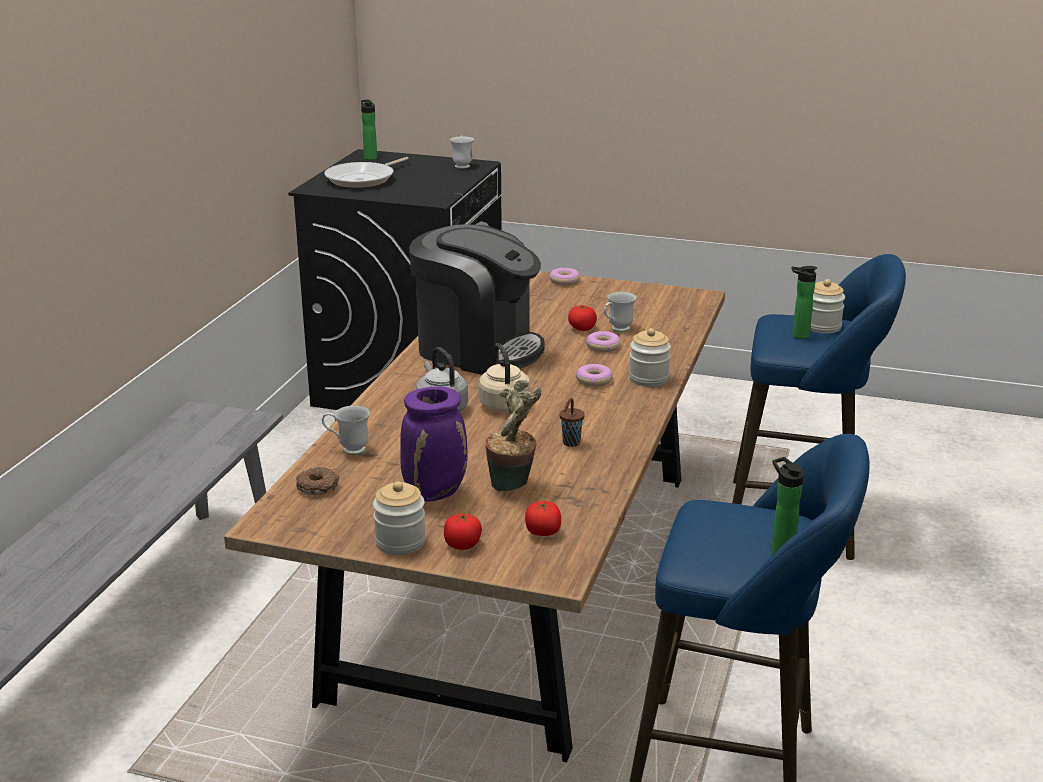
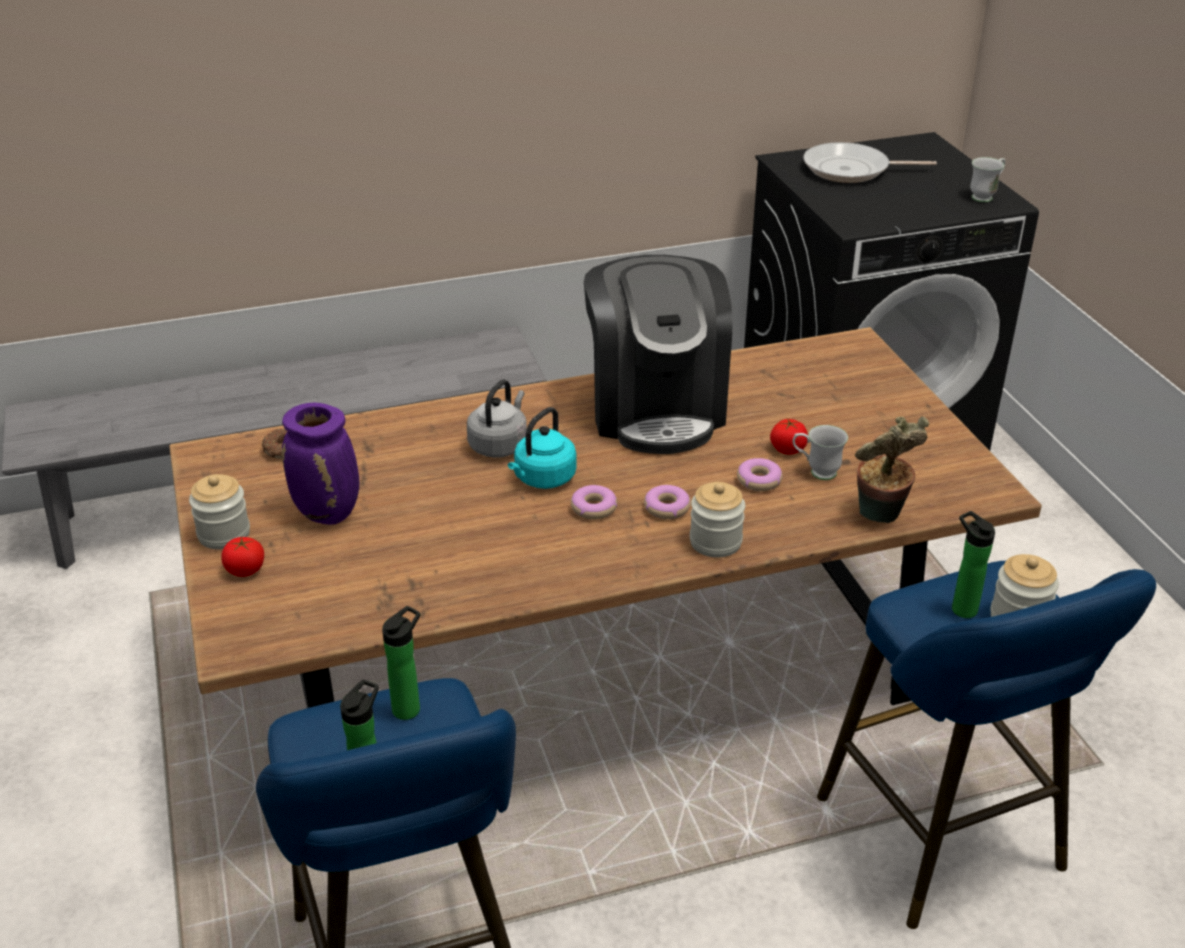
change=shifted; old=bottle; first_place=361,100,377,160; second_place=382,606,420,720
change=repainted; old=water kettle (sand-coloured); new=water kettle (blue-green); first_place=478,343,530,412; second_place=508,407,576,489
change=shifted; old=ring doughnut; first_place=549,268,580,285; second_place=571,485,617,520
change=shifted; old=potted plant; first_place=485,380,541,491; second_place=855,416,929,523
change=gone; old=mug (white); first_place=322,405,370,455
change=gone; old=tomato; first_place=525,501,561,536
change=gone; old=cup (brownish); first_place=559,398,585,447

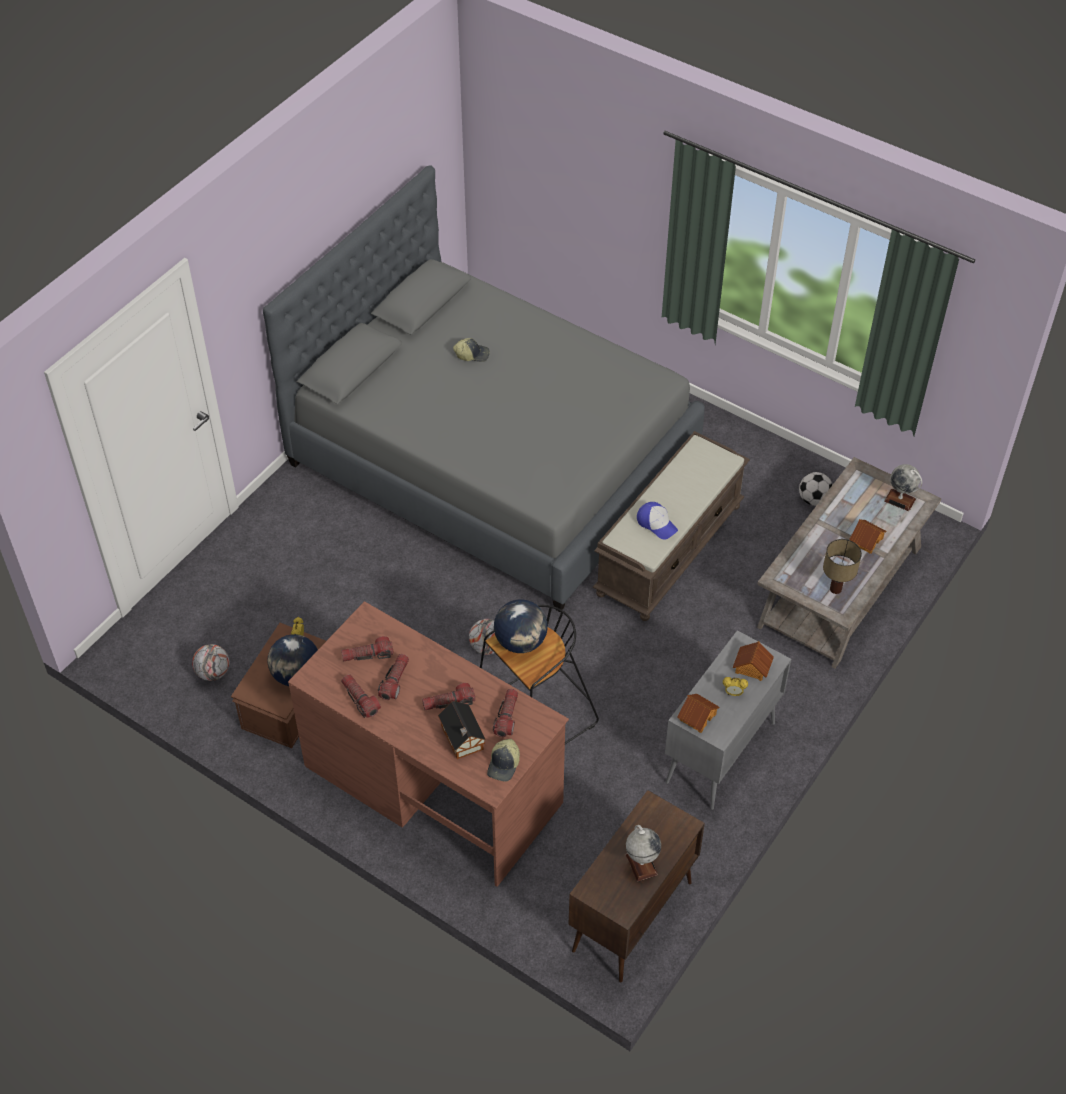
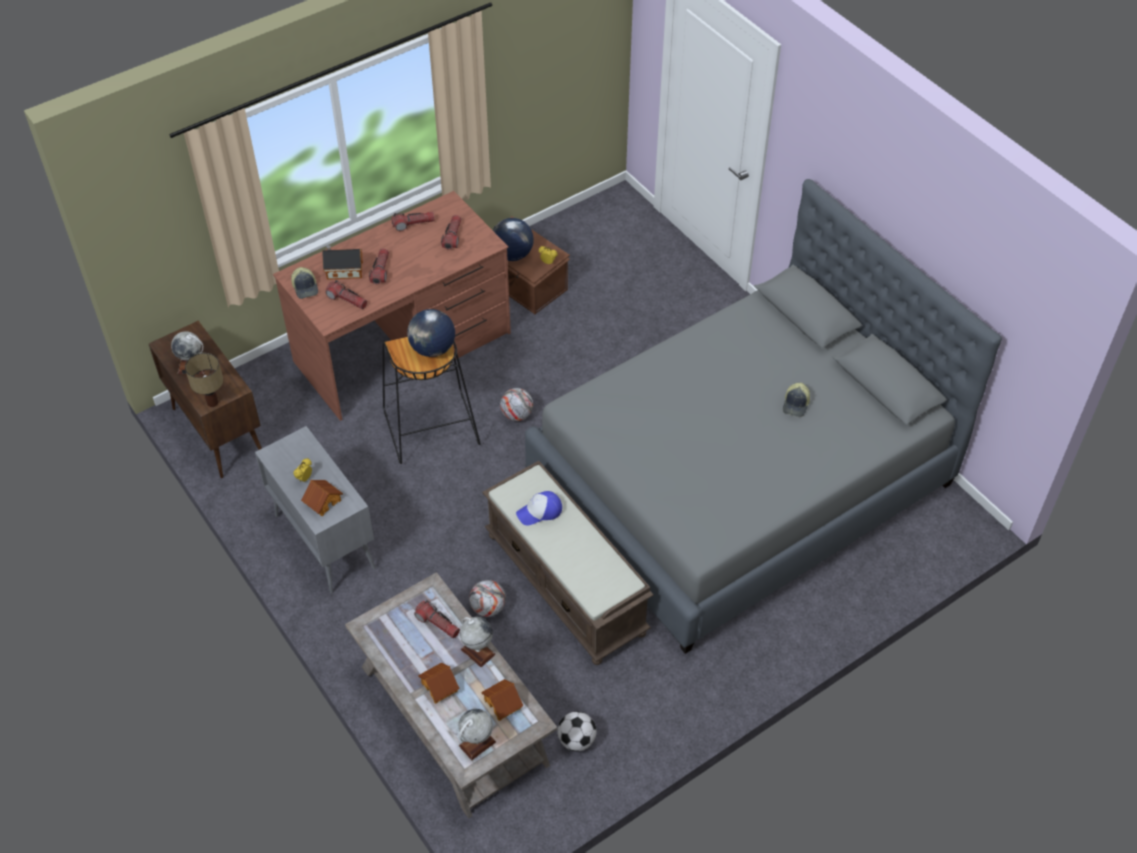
change=shifted; old=table lamp; first_place=823,539,862,594; second_place=185,353,224,407
change=rotated; old=cap; first_place=487,739,520,782; second_place=291,267,318,299; degrees=-150
change=shifted; old=flashlight; first_place=378,654,409,700; second_place=414,600,460,638
change=new; new=world globe; second_place=460,617,496,667
change=shifted; old=football ball; first_place=192,644,229,681; second_place=469,580,506,617
change=shifted; old=miniature house; first_place=677,694,719,733; second_place=481,679,523,721

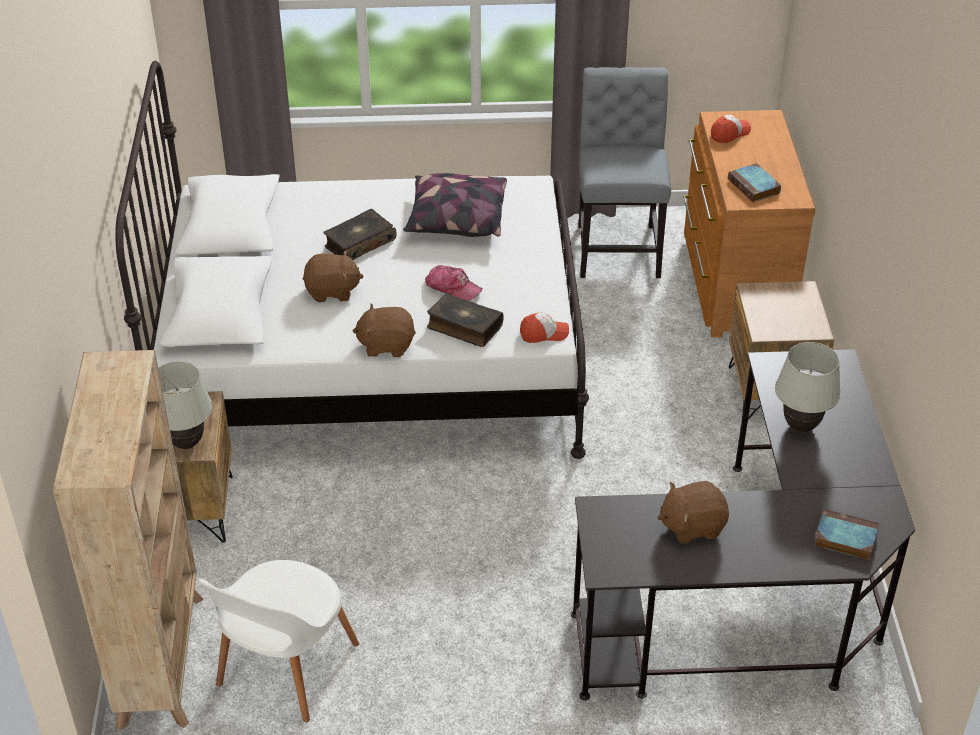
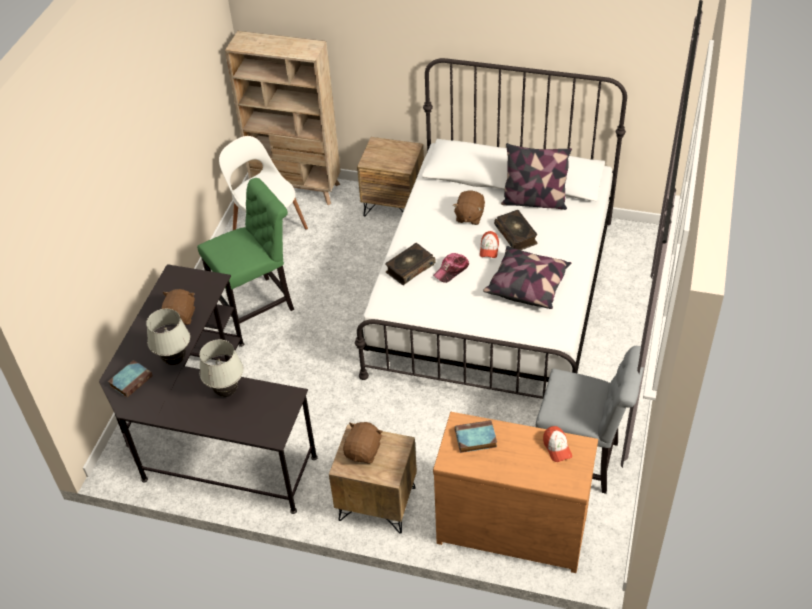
change=shifted; old=table lamp (white); first_place=158,361,213,449; second_place=146,309,190,365
change=new; new=upright chair (green-coloured); second_place=197,178,294,334
change=shifted; old=cuddly toy (brownish); first_place=352,304,416,357; second_place=343,422,383,463
change=shifted; old=cap; first_place=520,313,569,343; second_place=480,231,499,258
change=new; new=cushion; second_place=501,143,572,210

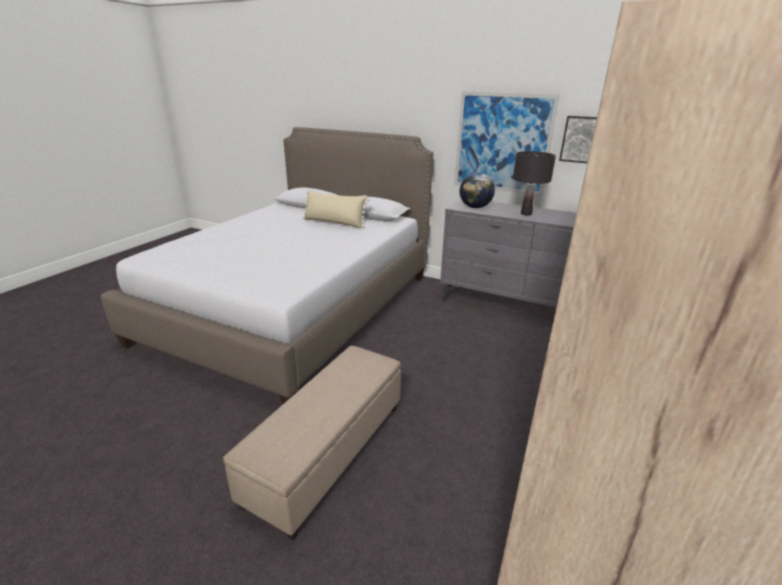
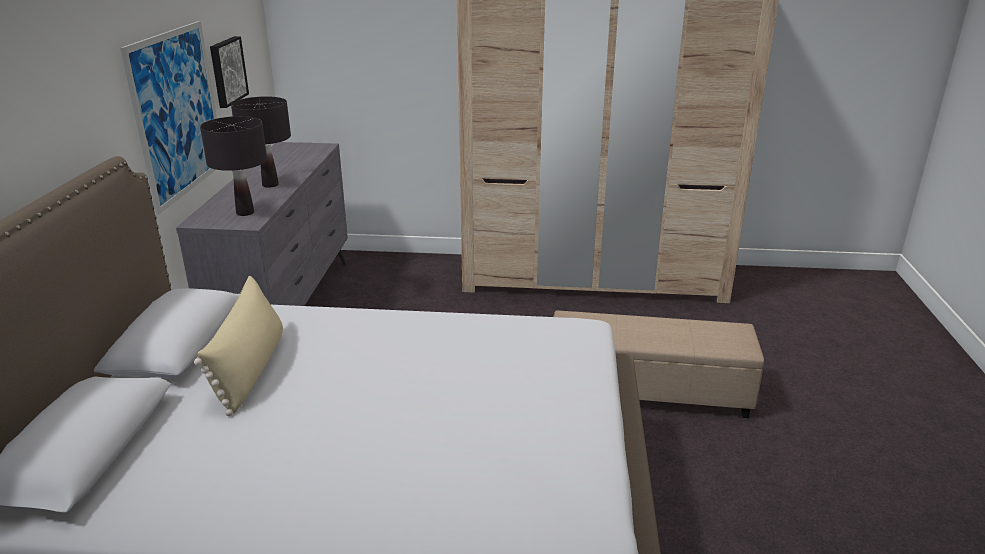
change=swapped; old=world globe; new=table lamp (black-coloured); first_place=460,173,495,208; second_place=200,116,267,216

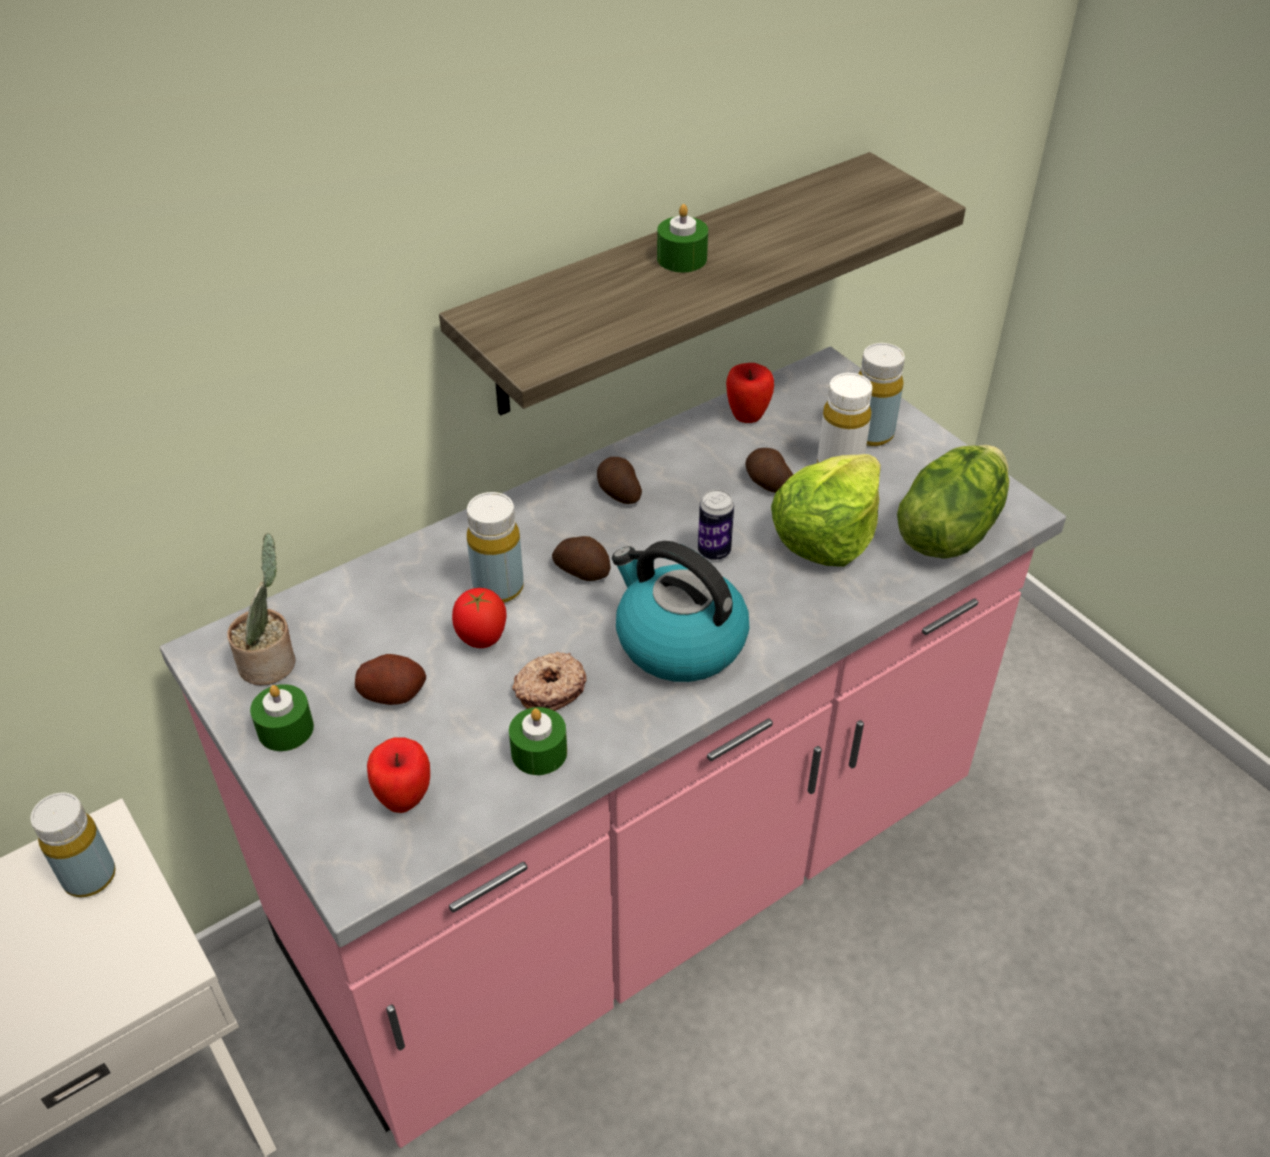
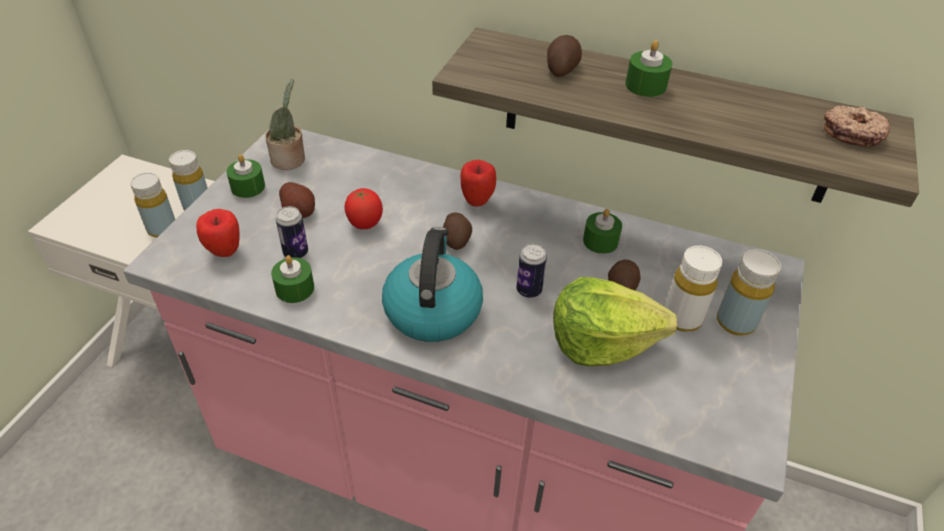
change=shifted; old=bottle (yellow); first_place=467,492,524,603; second_place=130,172,175,238
change=new; new=metal can; second_place=276,206,308,258
change=shifted; old=whole apple; first_place=726,363,774,423; second_place=461,160,496,207
change=shifted; old=potato; first_place=597,457,642,504; second_place=547,35,582,77
change=new; new=candle (green-coloured); second_place=583,209,622,254
change=shifted; old=ring doughnut; first_place=512,652,587,711; second_place=824,106,890,146
change=gone; old=head of lettuce; first_place=897,445,1009,559

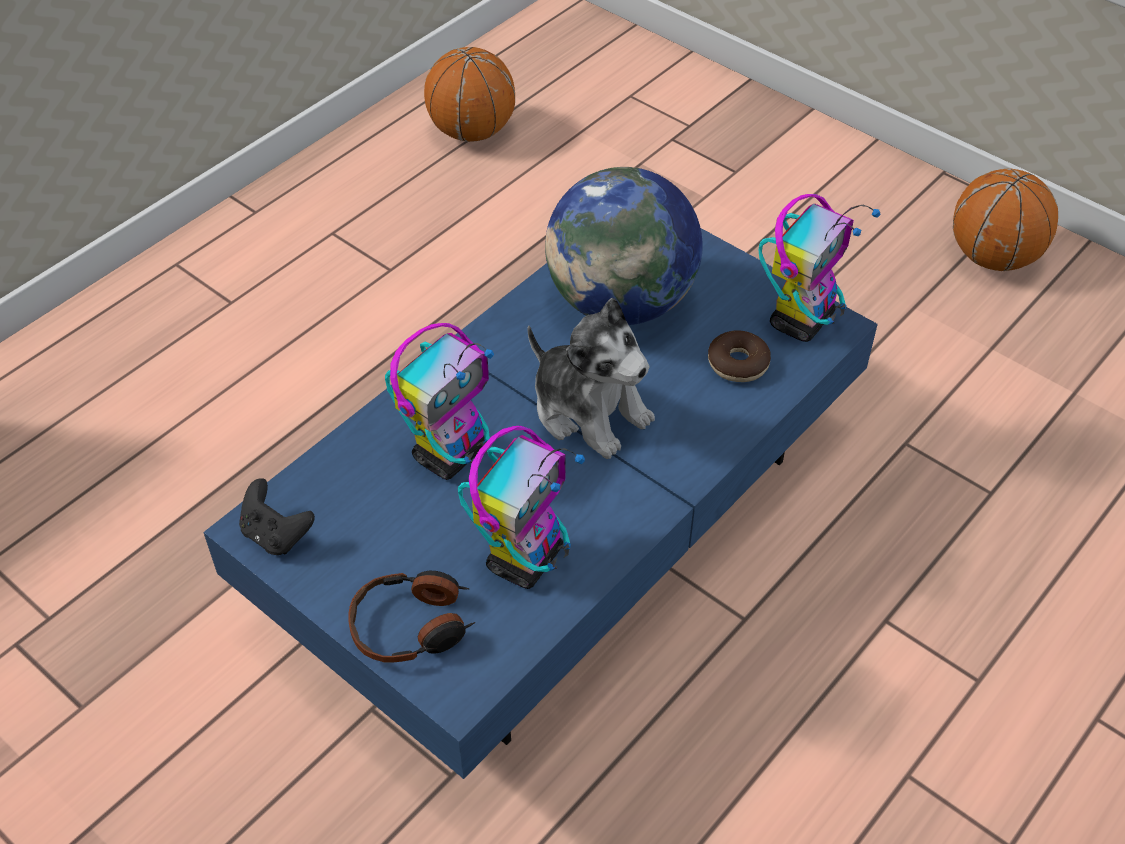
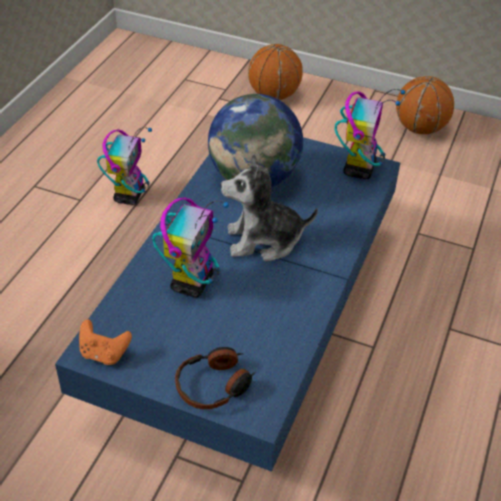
change=repainted; old=gamepad (black-coloured); new=gamepad (orangey); first_place=239,478,315,555; second_place=79,319,132,365
change=shifted; old=model robot; first_place=458,426,585,589; second_place=97,127,152,205
change=rotated; old=cuddly toy; first_place=528,298,655,459; second_place=220,154,318,262; degrees=150
change=shifted; old=basketball ball; first_place=424,47,515,142; second_place=248,44,303,100
change=gone; old=ring doughnut; first_place=708,330,771,382

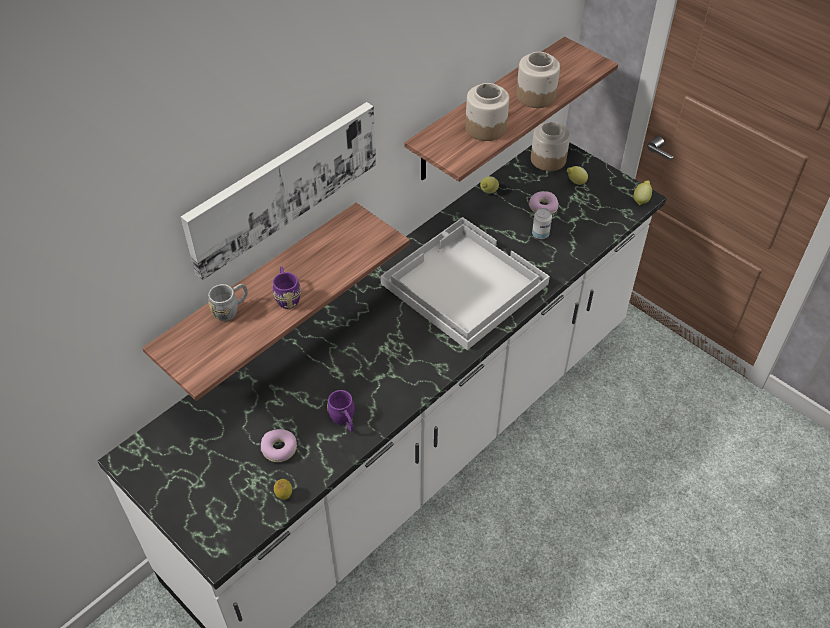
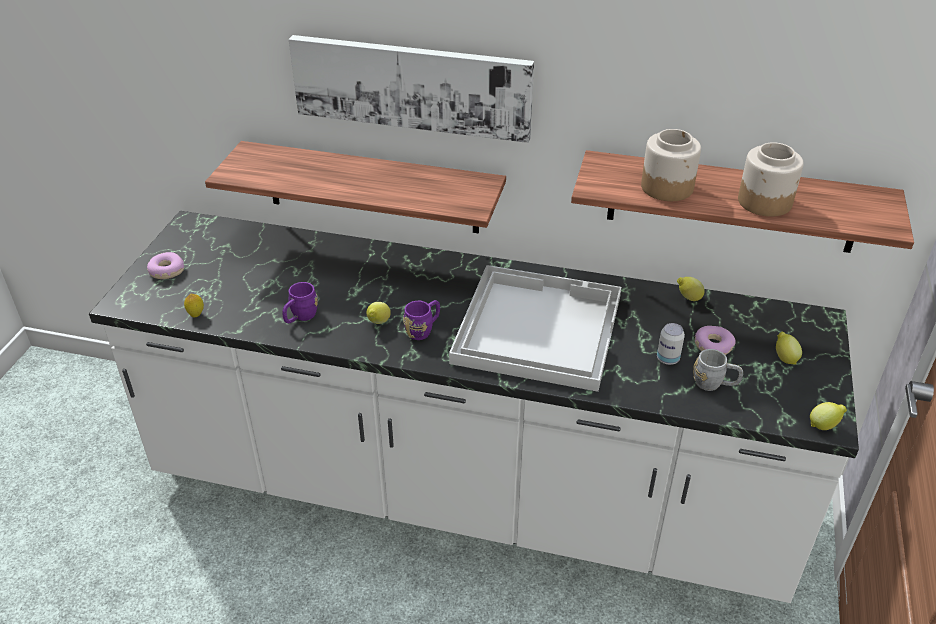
change=shifted; old=ring doughnut; first_place=261,429,297,462; second_place=147,252,184,279
change=new; new=whole lemon; second_place=367,302,391,324
change=shifted; old=mug (purple-coloured); first_place=273,267,301,309; second_place=403,300,440,340
change=shifted; old=mug (gray); first_place=208,284,248,321; second_place=693,349,743,391
change=gone; old=jar; first_place=531,122,570,171

